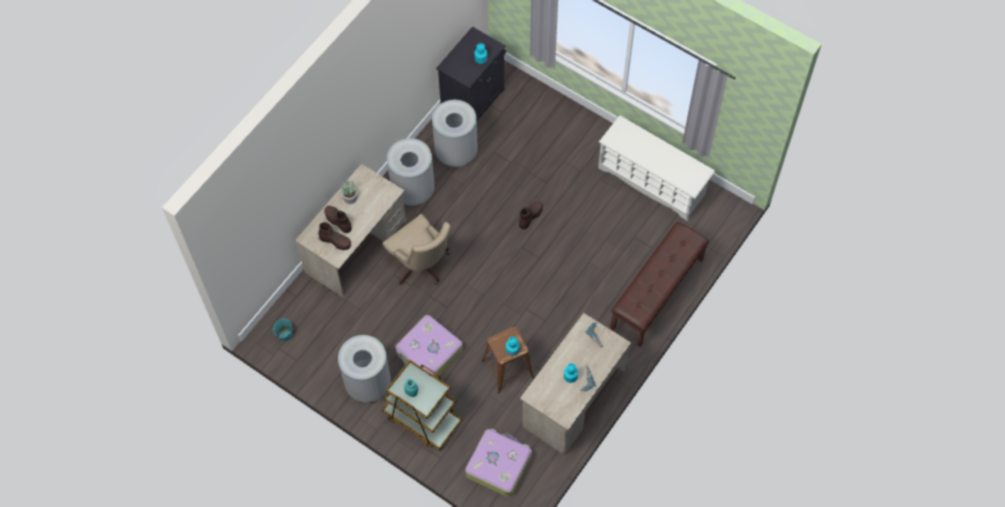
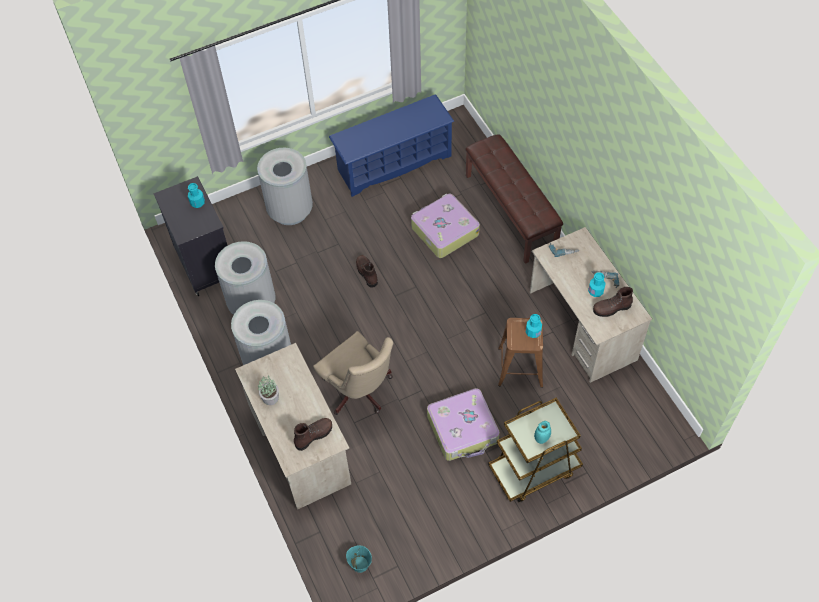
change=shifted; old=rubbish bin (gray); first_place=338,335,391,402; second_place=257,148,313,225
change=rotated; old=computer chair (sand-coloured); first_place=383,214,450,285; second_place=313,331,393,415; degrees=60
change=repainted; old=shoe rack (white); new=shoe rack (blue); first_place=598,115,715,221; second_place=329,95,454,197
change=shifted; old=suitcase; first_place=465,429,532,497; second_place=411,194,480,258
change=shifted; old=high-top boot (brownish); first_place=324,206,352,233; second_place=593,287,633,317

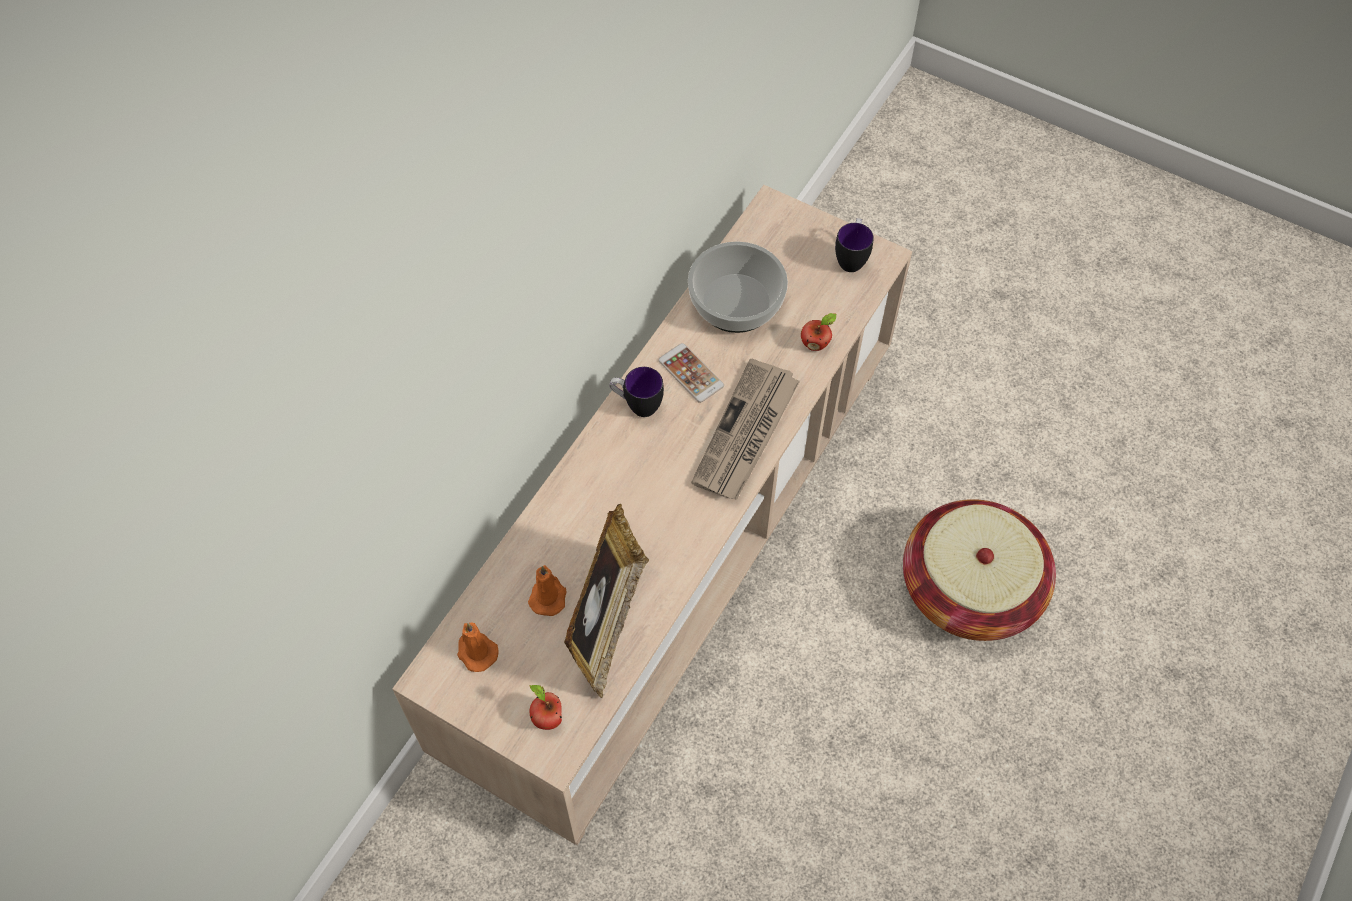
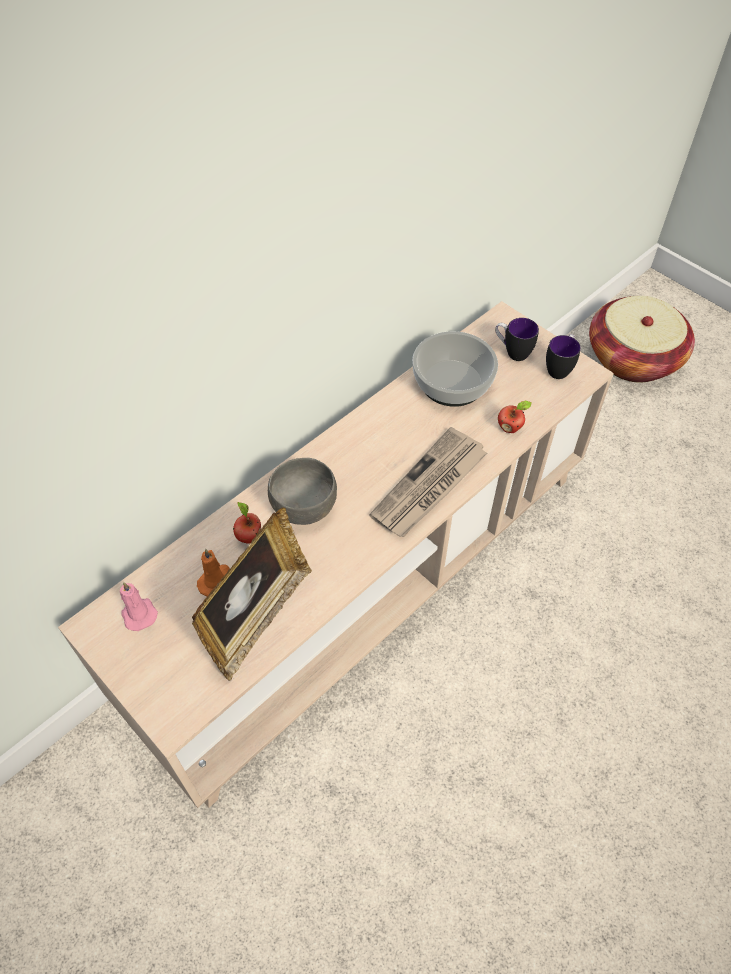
change=repainted; old=candle (orangey); new=candle (pinkish); first_place=457,623,499,672; second_place=120,582,158,631
change=shifted; old=whole apple; first_place=530,685,562,730; second_place=233,502,261,544
change=new; new=serving bowl (gray); second_place=268,458,337,525
change=shifted; old=mug; first_place=610,367,664,417; second_place=495,318,539,361
change=shifted; old=basket; first_place=903,499,1056,641; second_place=589,296,695,382
change=gone; old=phone; first_place=658,343,724,403

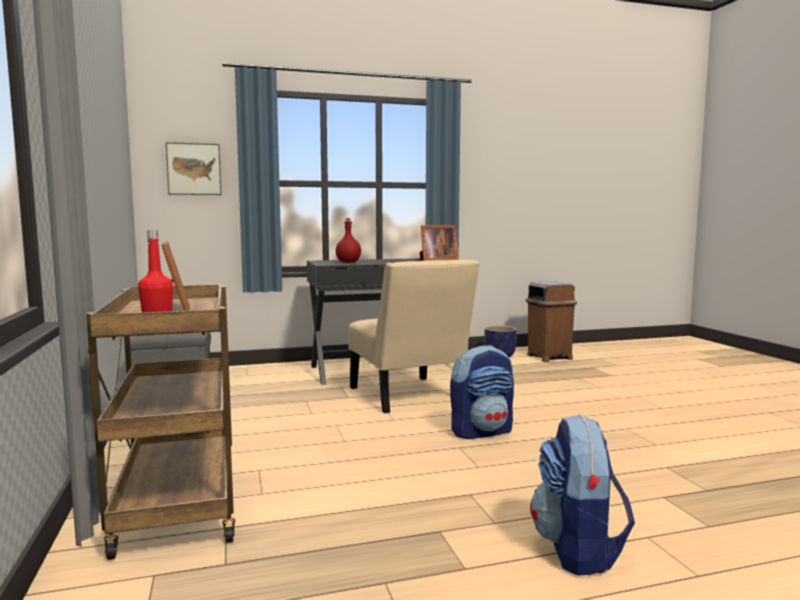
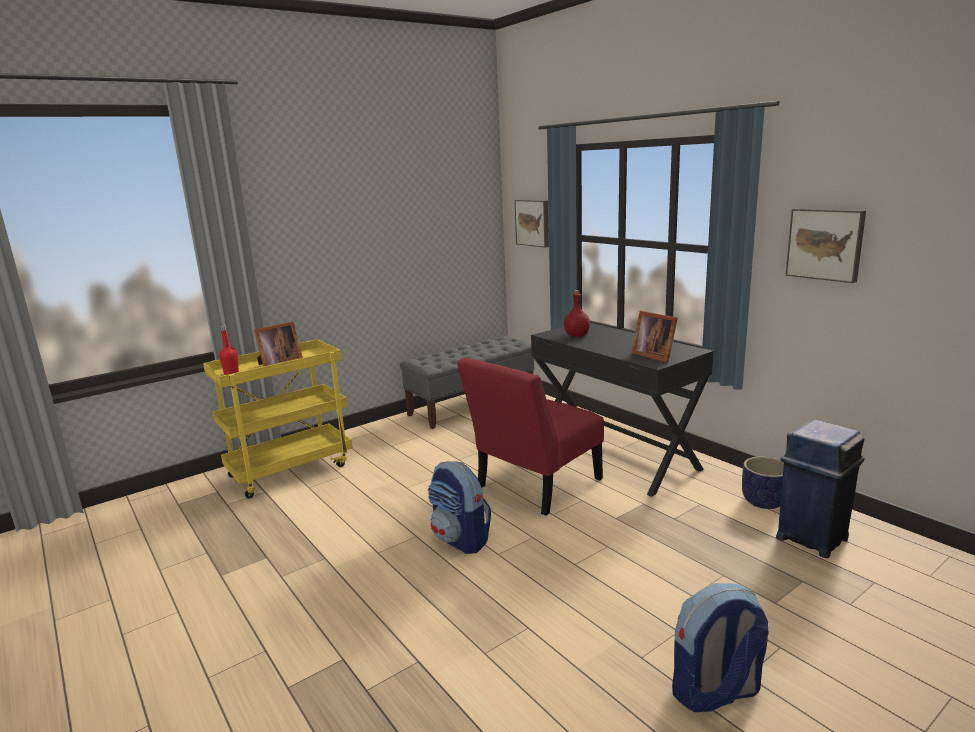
change=repainted; old=trolley (brownish); new=trolley (yellow); first_place=86,284,235,560; second_place=203,339,353,498
change=repainted; old=upright chair (sand-coloured); new=upright chair (red-coloured); first_place=348,260,480,413; second_place=457,357,604,516
change=shifted; old=rucksack; first_place=530,415,635,576; second_place=672,583,769,712
change=repainted; old=rubbish bin (brownish); new=rubbish bin (blue); first_place=526,281,577,362; second_place=776,420,865,558
change=new; new=wall art; second_place=785,209,866,283

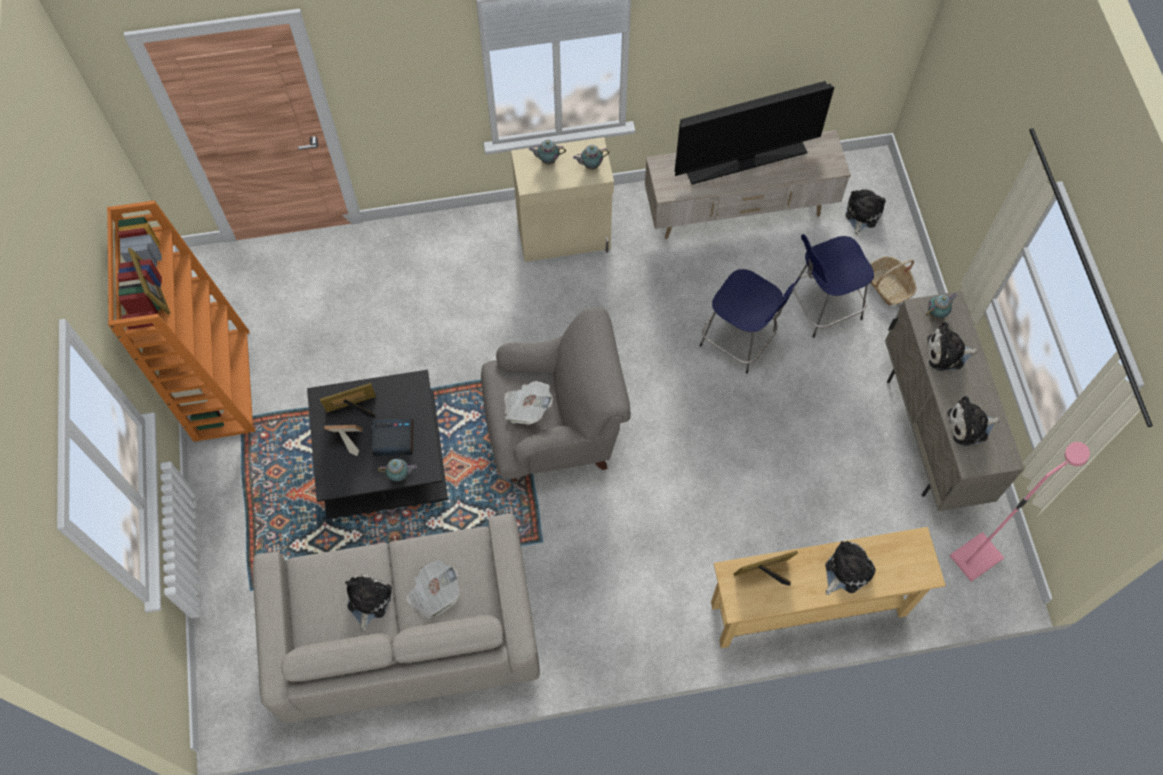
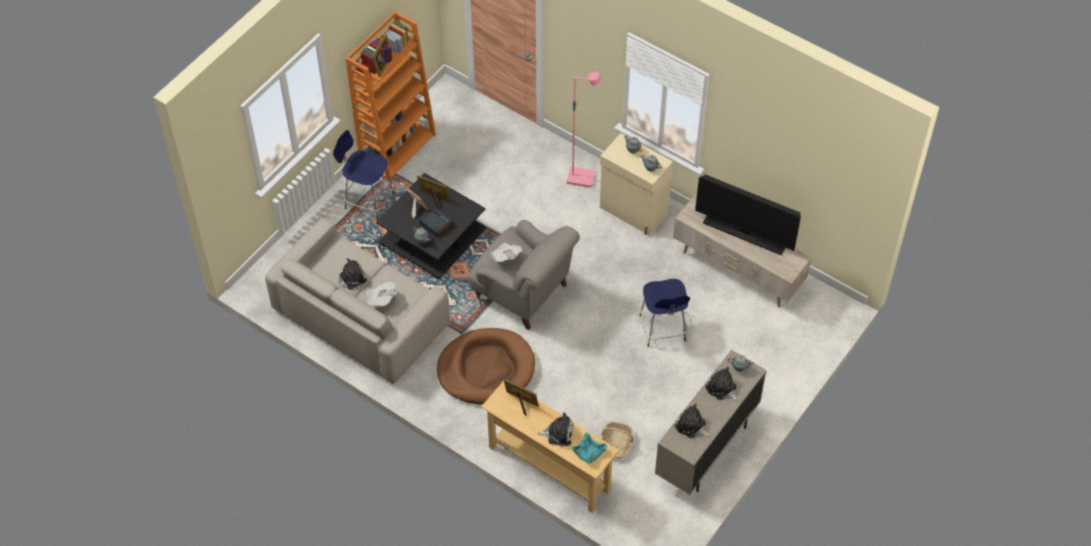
change=shifted; old=stool seat (blue); first_place=791,234,874,338; second_place=333,130,395,220
change=new; new=pet bed (brownish); second_place=437,328,535,404
change=shifted; old=standard lamp (pinkish); first_place=950,442,1090,582; second_place=566,72,602,187
change=new; new=serving bowl (blue-green); second_place=572,433,607,464
change=shifted; old=basket; first_place=870,256,917,306; second_place=601,422,633,459
change=gone; old=cuddly toy; first_place=845,189,886,236

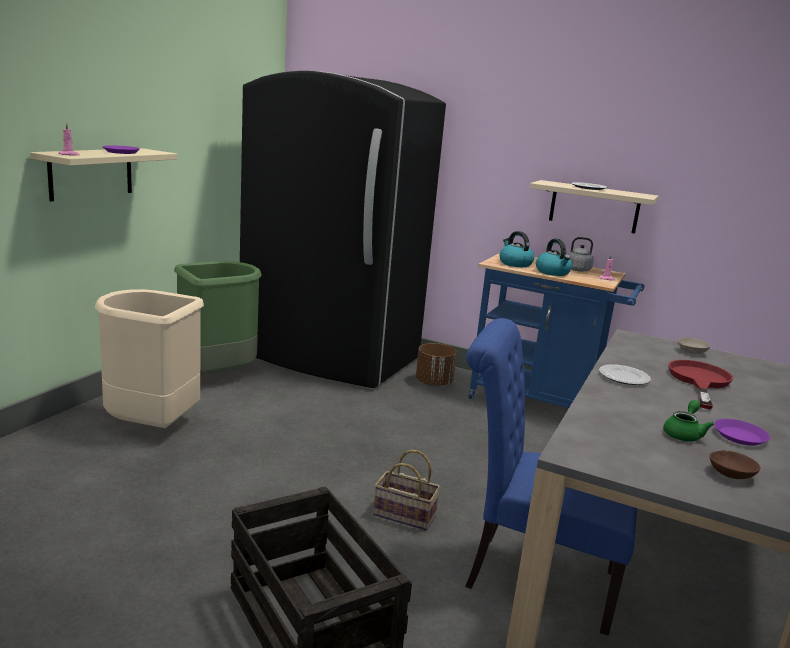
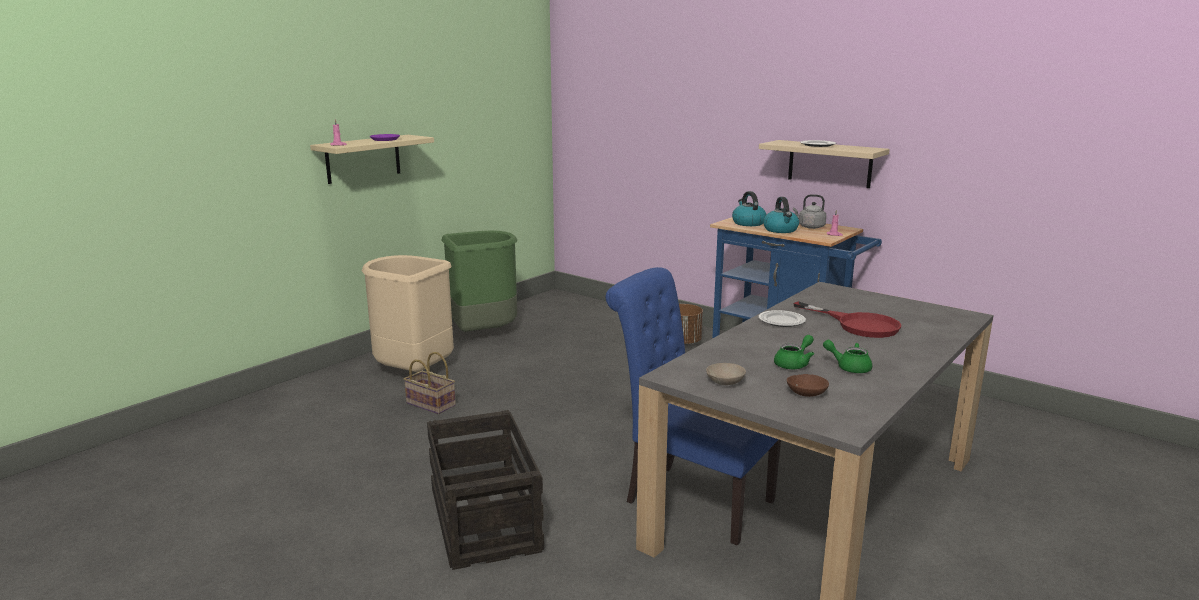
change=shifted; old=basket; first_place=373,450,441,531; second_place=404,352,456,414
change=shifted; old=serving bowl (sand-coloured); first_place=678,338,711,354; second_place=706,363,746,385
change=rotated; old=frying pan (red-coloured); first_place=668,360,733,409; second_place=793,301,901,338; degrees=105
change=swapped; old=dinner plate (purple-coloured); new=tea pot (green-coloured); first_place=714,419,770,446; second_place=823,340,872,373
change=gone; old=fridge (black-coloured); first_place=240,71,446,388

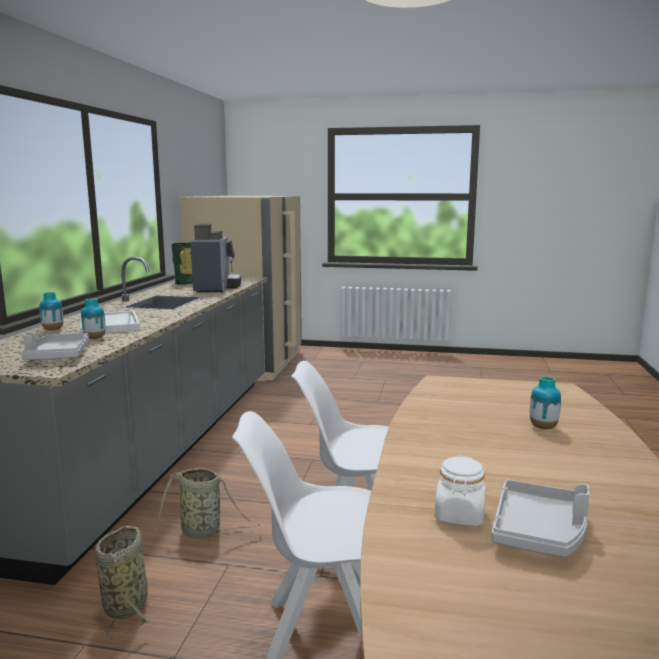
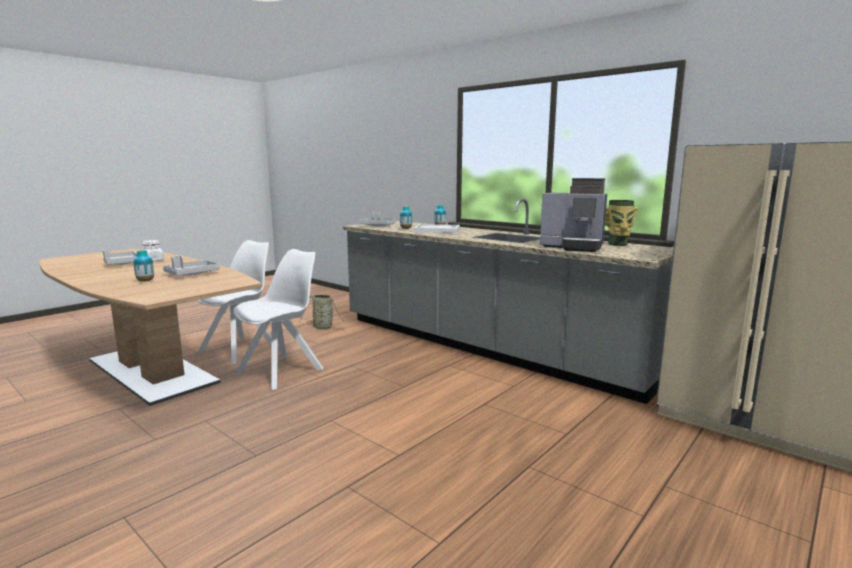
change=new; new=carrying tray (gray); second_place=163,255,220,276
change=gone; old=basket; first_place=156,468,261,538

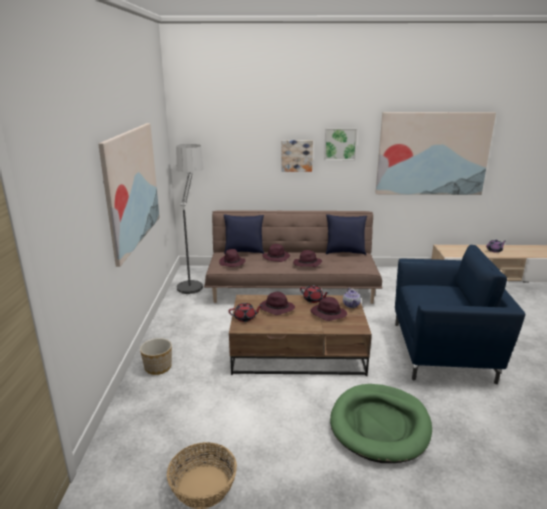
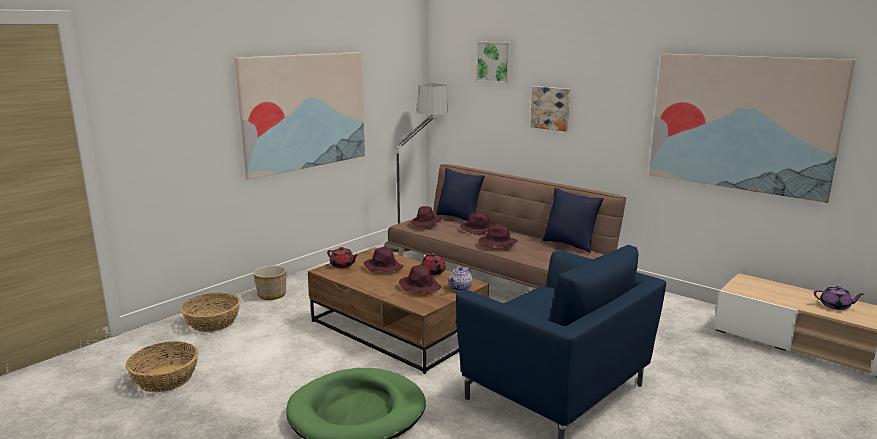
change=new; new=basket; second_place=181,292,240,332
change=shifted; old=wall art; first_place=324,128,358,160; second_place=476,42,512,84

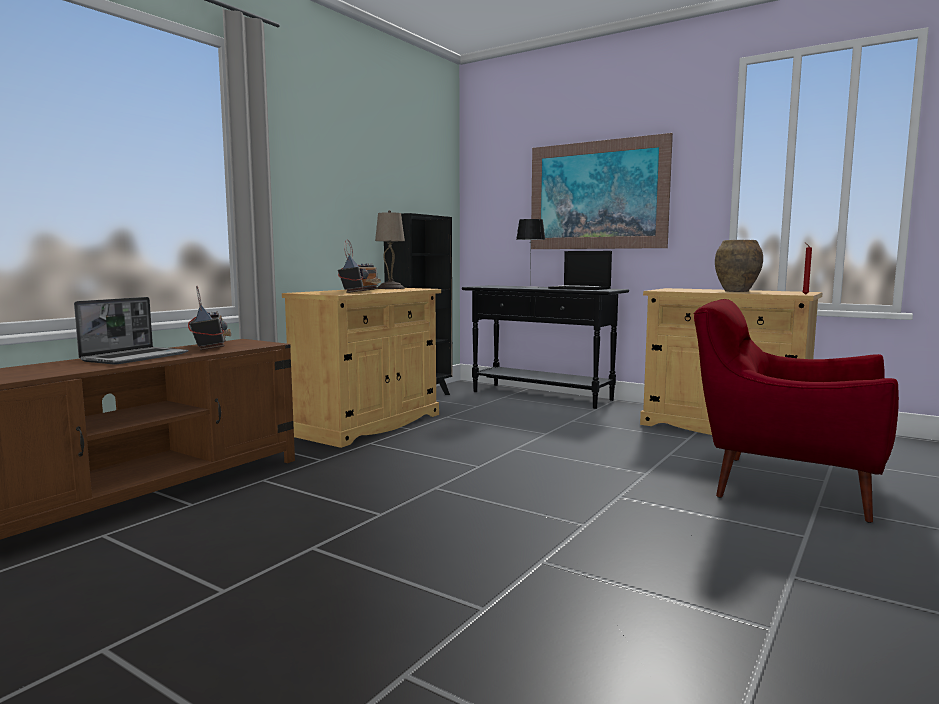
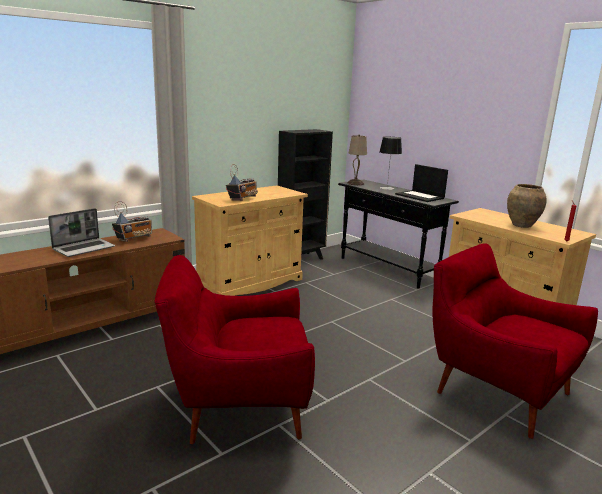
change=rotated; old=radio; first_place=188,285,231,350; second_place=112,201,152,242; degrees=45
change=new; new=easy chair (red-coloured); second_place=155,255,315,444
change=shifted; old=table lamp (sand-coloured); first_place=375,210,405,289; second_place=347,134,367,185
change=gone; old=wall art; first_place=531,133,673,249

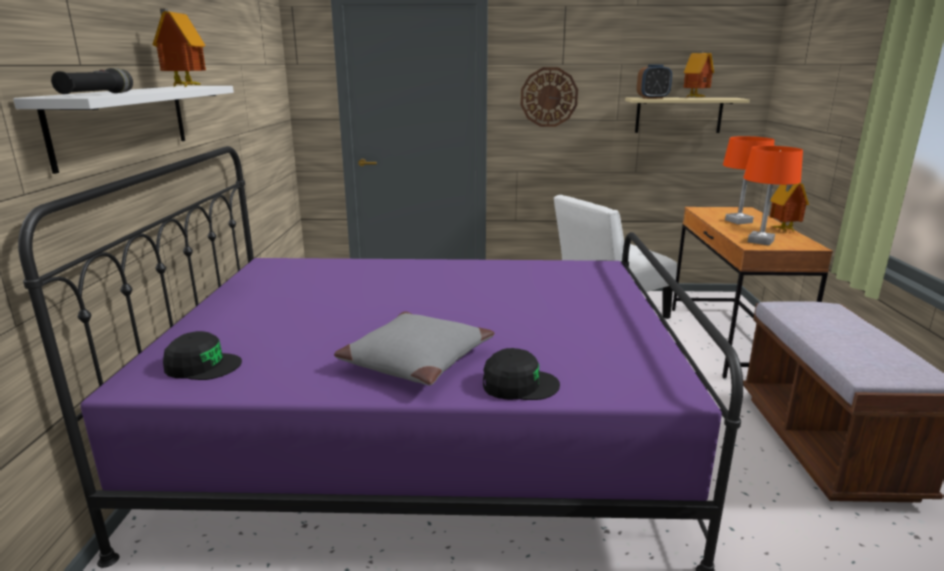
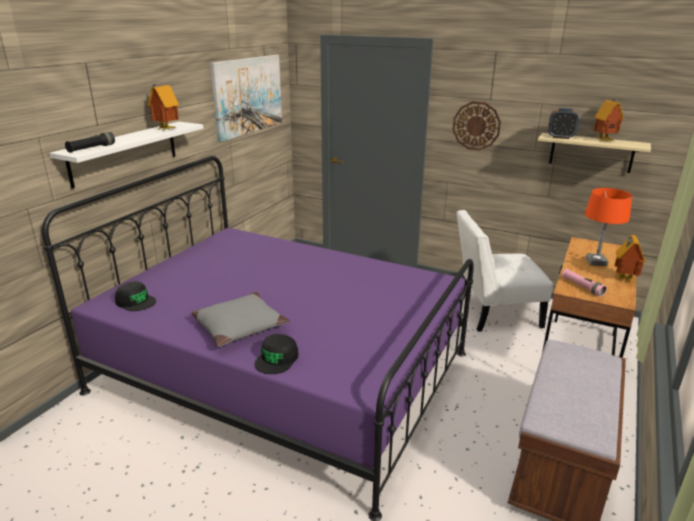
change=new; new=wall art; second_place=210,55,282,142
change=rotated; old=cap (black-coloured); first_place=483,348,560,400; second_place=255,334,299,374; degrees=90
change=swapped; old=table lamp (orangey); new=flashlight (pinkish); first_place=743,146,803,246; second_place=561,269,607,297

